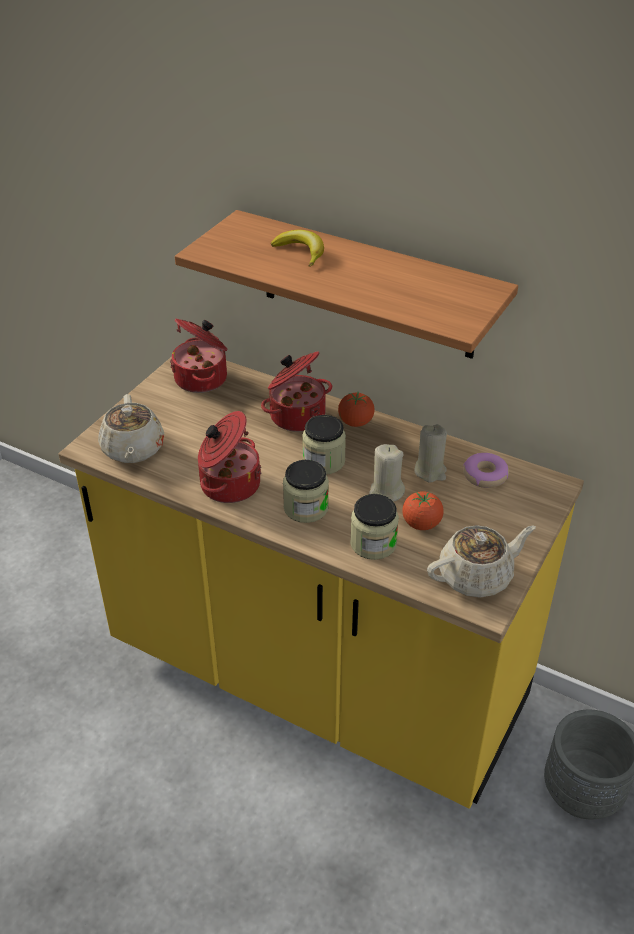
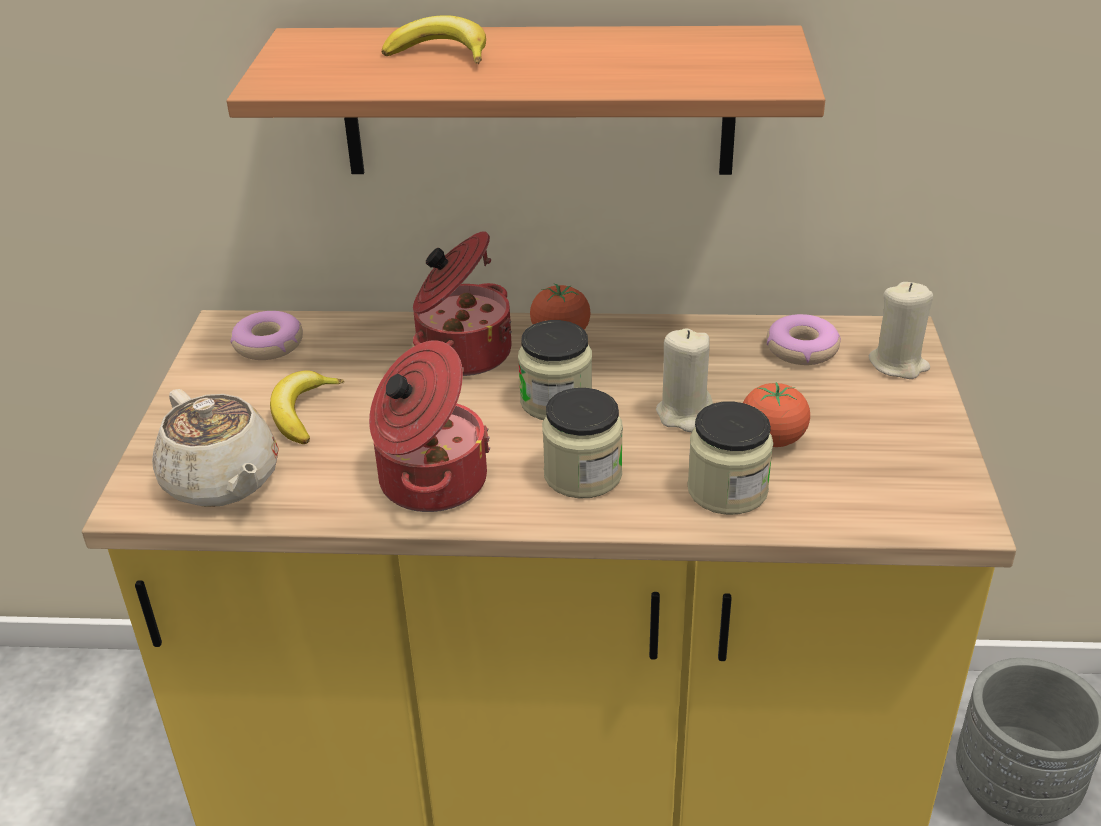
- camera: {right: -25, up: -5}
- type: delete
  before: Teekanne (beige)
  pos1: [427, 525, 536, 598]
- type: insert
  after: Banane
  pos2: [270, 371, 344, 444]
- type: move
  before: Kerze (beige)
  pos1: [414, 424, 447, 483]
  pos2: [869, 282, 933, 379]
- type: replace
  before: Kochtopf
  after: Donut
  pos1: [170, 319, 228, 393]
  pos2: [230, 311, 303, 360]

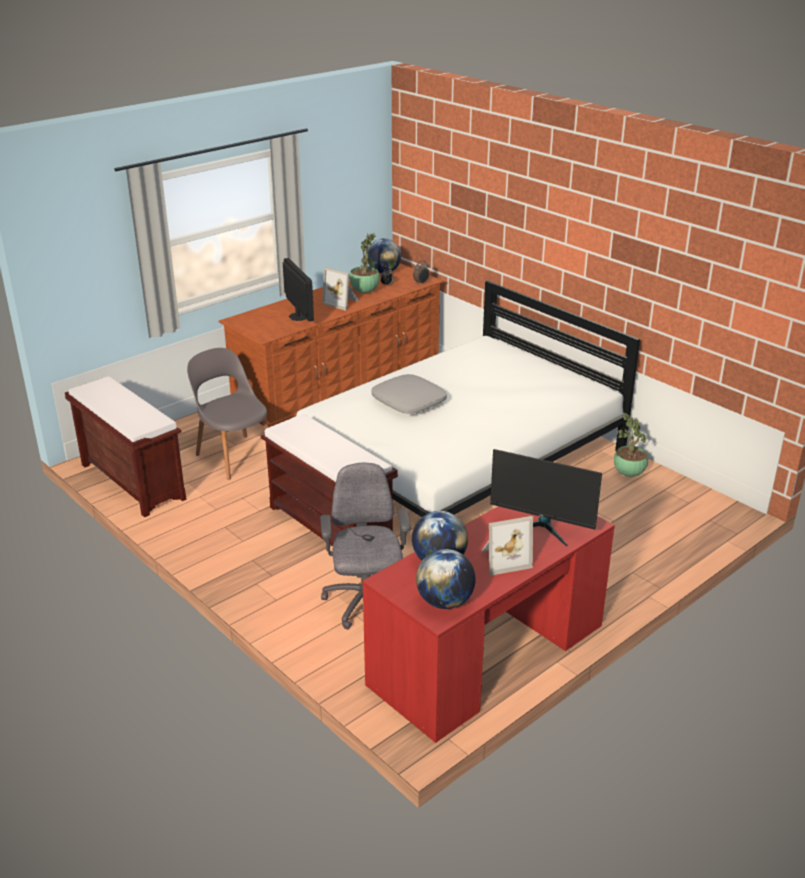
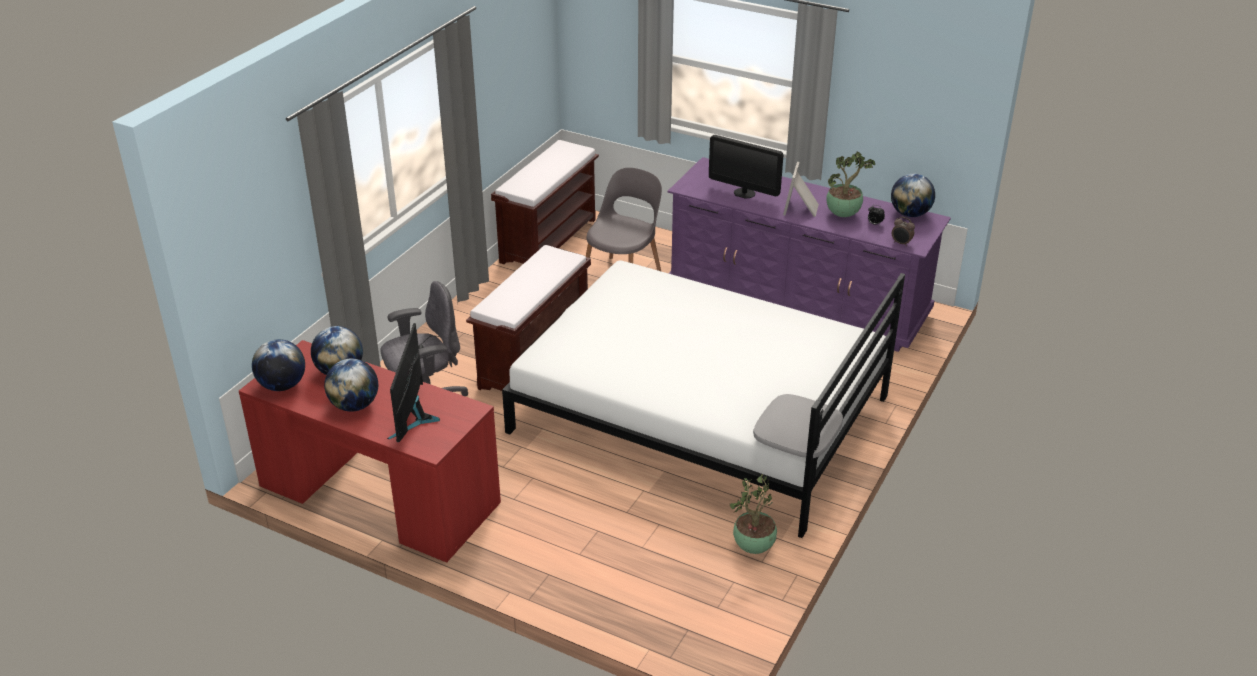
- camera: {right: 70, up: 5}
- type: move
  before: Kissen (grau)
  pos1: [372, 374, 447, 414]
  pos2: [753, 394, 843, 458]
- type: replace
  before: Bilderrahmen
  after: Globus
  pos1: [481, 516, 533, 576]
  pos2: [324, 358, 378, 412]
- type: recolor
  before: Kommode (braun)
  after: Kommode (lila)
  pos1: [218, 263, 444, 427]
  pos2: [667, 157, 951, 352]
- type: rotate
  before: Monitor
  pos1: [283, 258, 314, 322]
  pos2: [709, 135, 783, 199]
  turn: 75

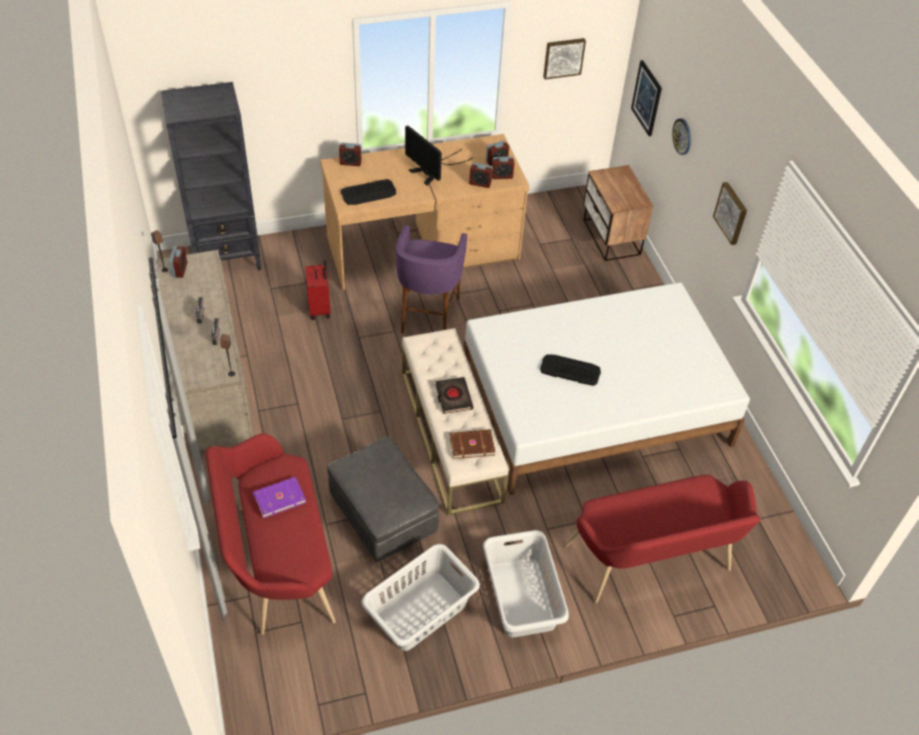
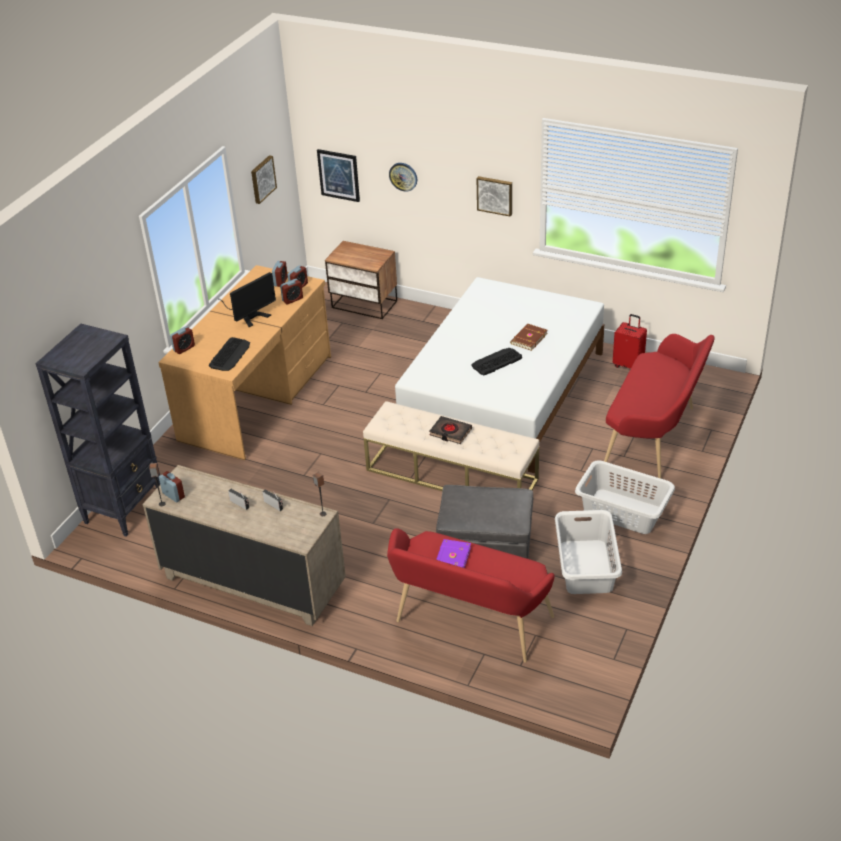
- camera: {right: -45, up: -10}
- type: delete
  before: Hocker (lila)
  pos1: [396, 225, 467, 334]
- type: move
  before: Koffer (rot)
  pos1: [305, 260, 331, 320]
  pos2: [613, 314, 647, 369]
- type: move
  before: Buch (braun)
  pos1: [449, 429, 495, 459]
  pos2: [510, 324, 548, 351]
- type: rotate
  before: Monitor
  pos1: [405, 125, 473, 186]
  pos2: [219, 272, 276, 327]
  turn: -45

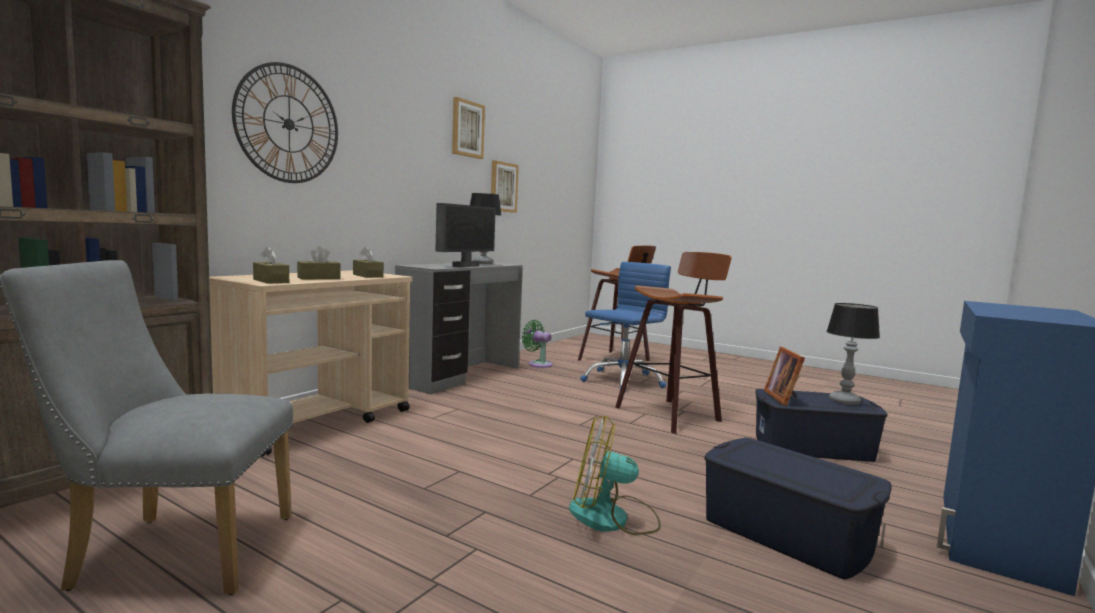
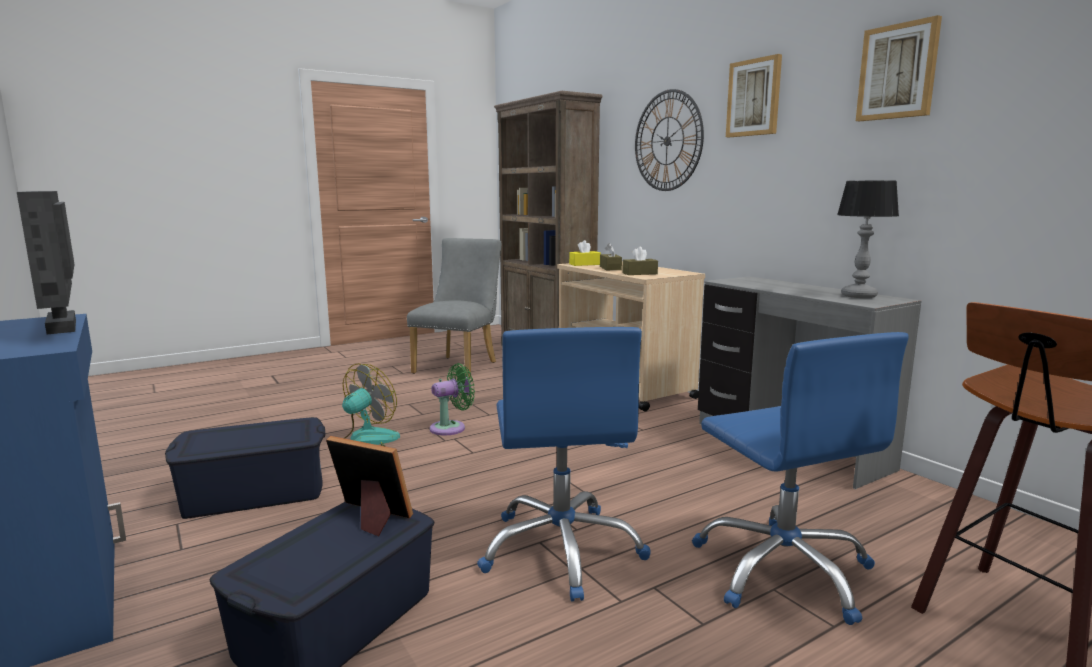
- camera: {right: 115, up: 5}
- type: delete
  before: Tischlampe
  pos1: [826, 303, 880, 405]
- type: move
  before: Monitor
  pos1: [436, 203, 496, 267]
  pos2: [17, 191, 76, 335]
- type: move
  before: Bild
  pos1: [491, 160, 519, 213]
  pos2: [726, 54, 782, 137]
- type: move
  before: Ventilator (grün)
  pos1: [522, 320, 553, 368]
  pos2: [430, 363, 475, 435]
- type: replace
  before: Hocker
  after: Bürostuhl (blau)
  pos1: [615, 252, 732, 434]
  pos2: [477, 327, 650, 601]
- type: recolor
  before: Taschentuchbox (braun)
  after: Taschentuchbox (gelb)
  pos1: [253, 246, 289, 284]
  pos2: [569, 240, 601, 266]

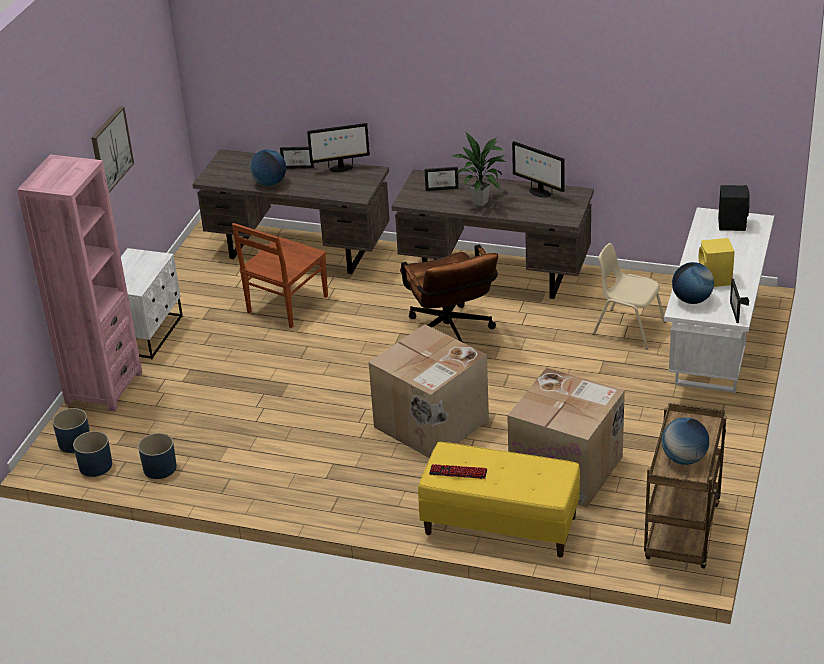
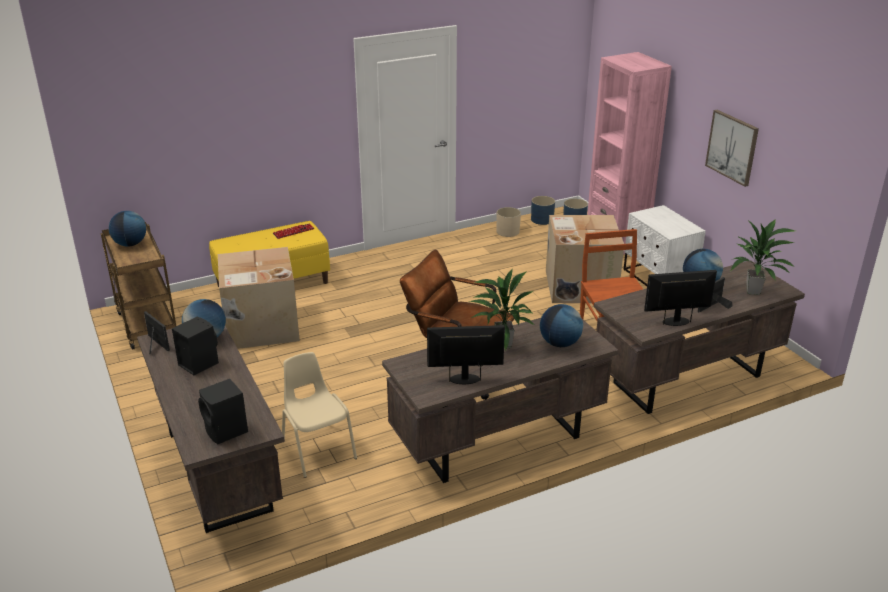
- camera: {right: 135, up: -5}
- type: insert
  after: Topfpflanze
  pos2: [730, 219, 795, 295]
- type: move
  before: Karton
  pos1: [368, 324, 489, 458]
  pos2: [546, 215, 624, 303]
- type: replace
  before: Bilderrahmen
  after: Globus
  pos1: [424, 167, 459, 191]
  pos2: [540, 304, 583, 347]
- type: recolor
  before: Pflanzkübel (blau)
  after: Pflanzkübel (beige)
  pos1: [138, 433, 177, 479]
  pos2: [496, 207, 521, 237]
- type: recolor
  before: Schreibtisch (weiß)
  after: Schreibtisch (braun)
  pos1: [664, 207, 774, 393]
  pos2: [137, 326, 285, 533]
- type: recolor
  before: Lautsprecher (gelb)
  after: Lautsprecher (schwarz)
  pos1: [699, 238, 735, 287]
  pos2: [172, 317, 219, 375]
- type: rotate
  before: Monitor
  pos1: [307, 123, 370, 172]
  pos2: [644, 270, 717, 326]
  turn: 45
- type: rotate
  before: Stuhl (beige)
  pos1: [593, 243, 666, 349]
  pos2: [282, 352, 357, 478]
  turn: -105

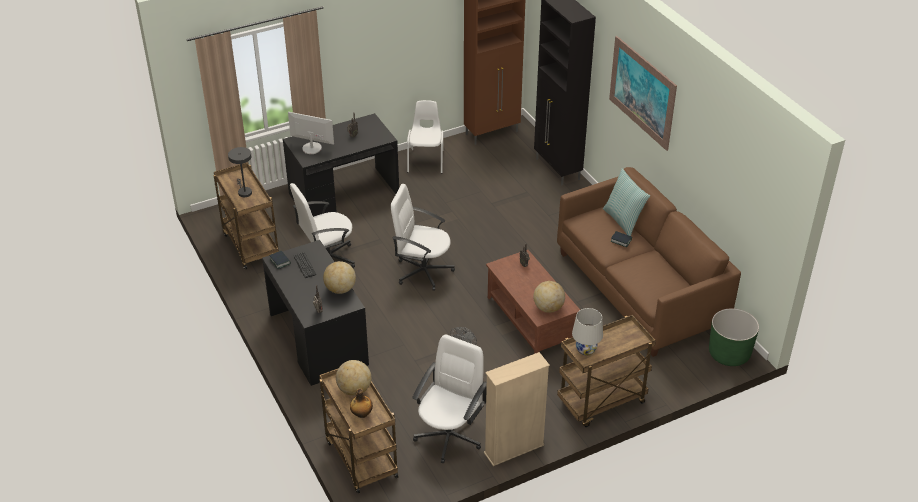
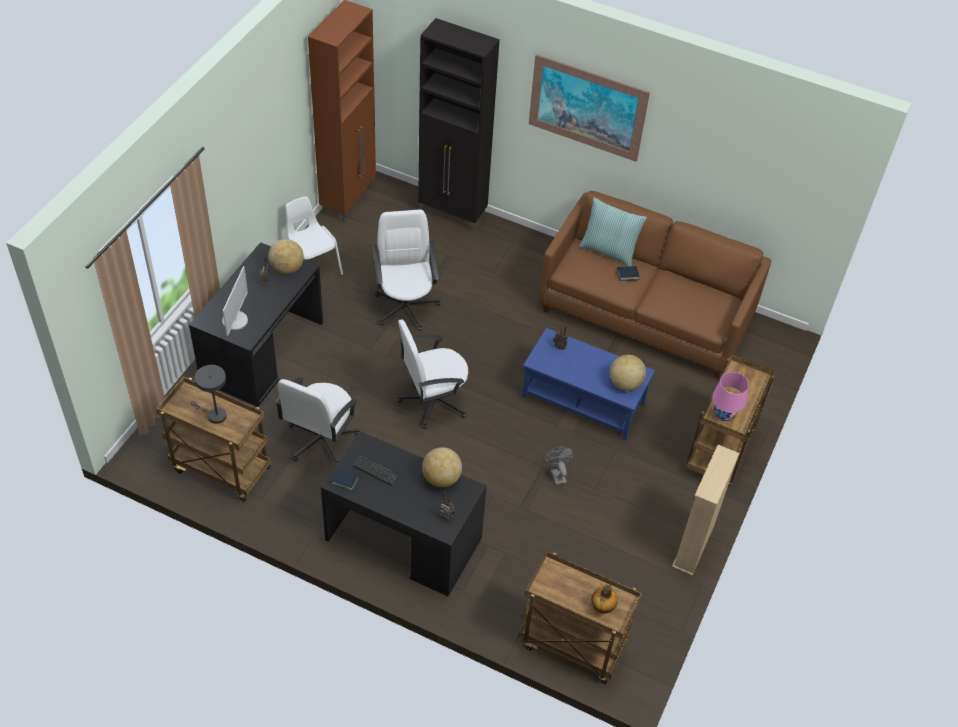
- camera: {right: -40, up: 10}
- type: delete
  before: Pflanzkübel (grün)
  pos1: [709, 308, 759, 366]
- type: move
  before: Globus
  pos1: [336, 360, 371, 396]
  pos2: [268, 239, 304, 274]
- type: move
  before: Bürostuhl (weiß)
  pos1: [412, 334, 487, 463]
  pos2: [373, 209, 440, 331]
- type: recolor
  before: Couchtisch (braun)
  after: Couchtisch (blau)
  pos1: [486, 250, 580, 354]
  pos2: [522, 328, 655, 440]
- type: recolor
  before: Tischlampe (weiß)
  after: Tischlampe (rosa)
  pos1: [572, 308, 603, 356]
  pos2: [712, 372, 749, 421]
- type: rotate
  before: Monitor
  pos1: [288, 112, 334, 154]
  pos2: [222, 266, 248, 336]
  turn: 120

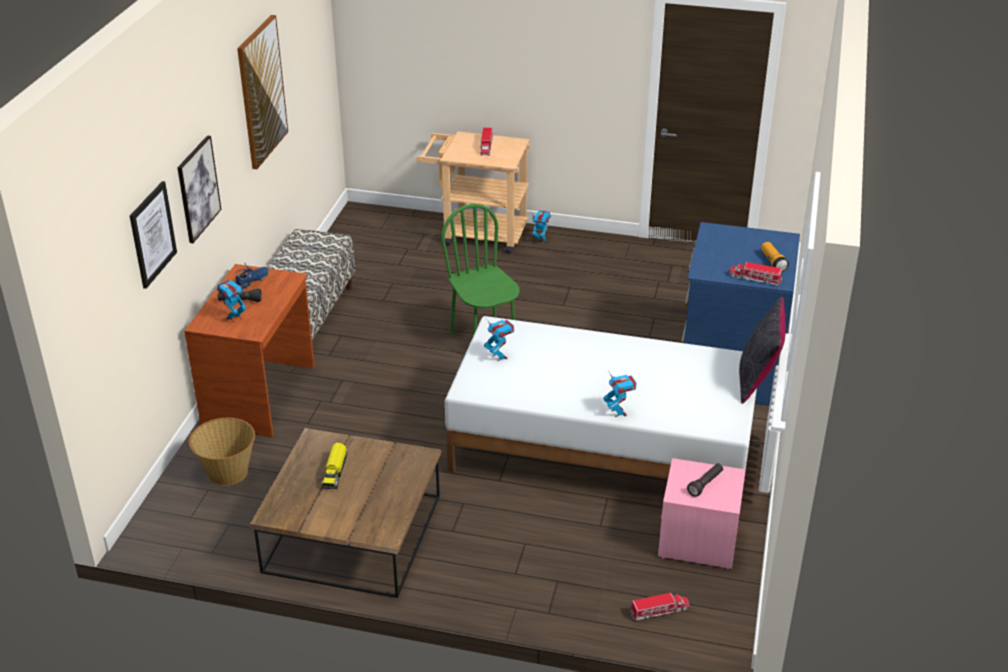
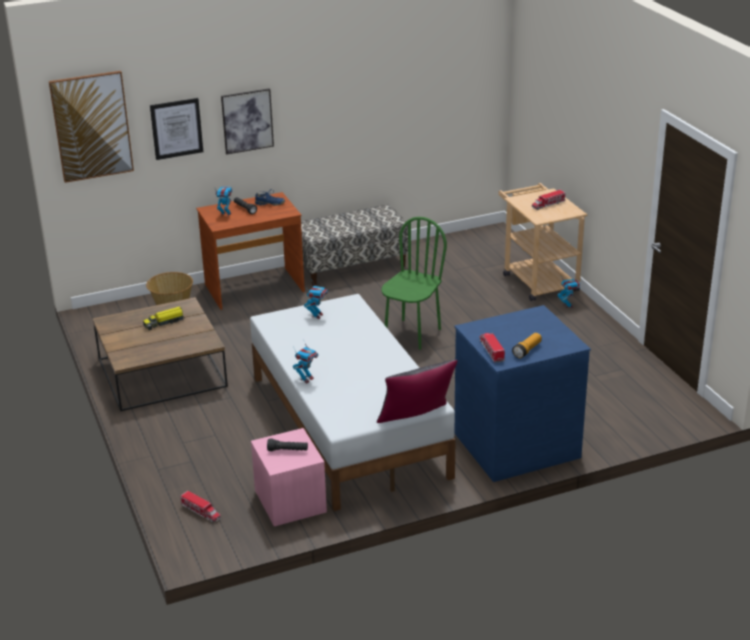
- camera: {right: 55, up: -5}
- type: move
  before: Bild
  pos1: [237, 15, 288, 170]
  pos2: [49, 71, 134, 183]

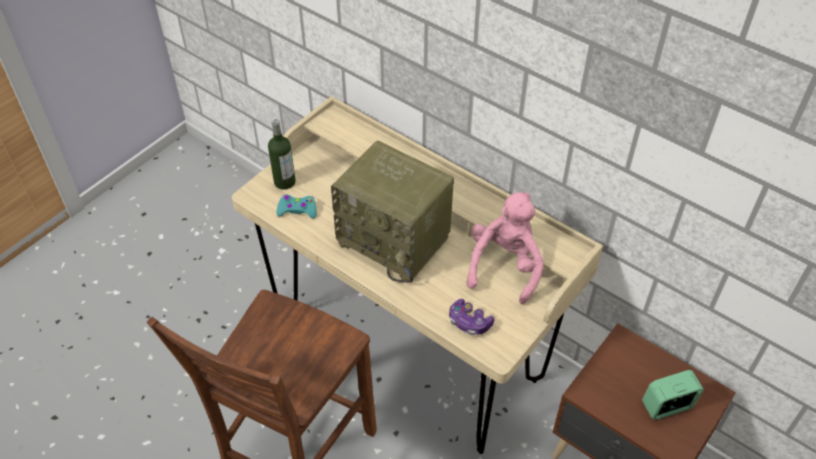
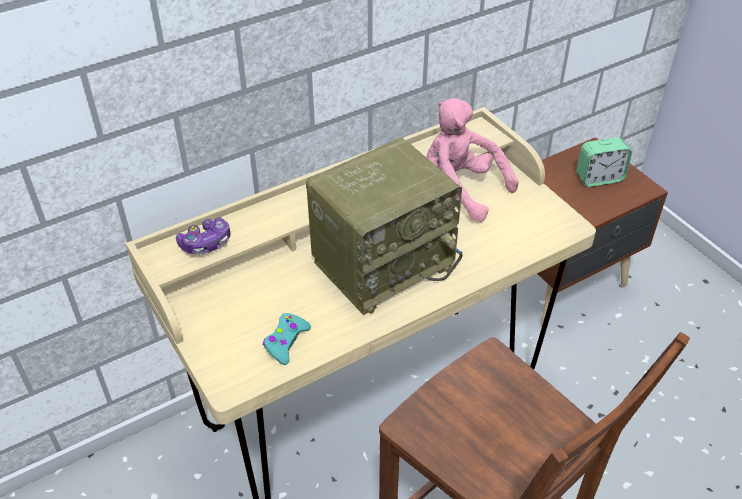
- camera: {right: -70, up: -5}
- type: delete
  before: Flasche
  pos1: [268, 119, 296, 190]
- type: move
  before: Gamepad
  pos1: [449, 299, 494, 335]
  pos2: [176, 217, 230, 255]
- type: rotate
  before: Wecker
  pos1: [642, 370, 704, 420]
  pos2: [576, 137, 632, 187]
  turn: -105

